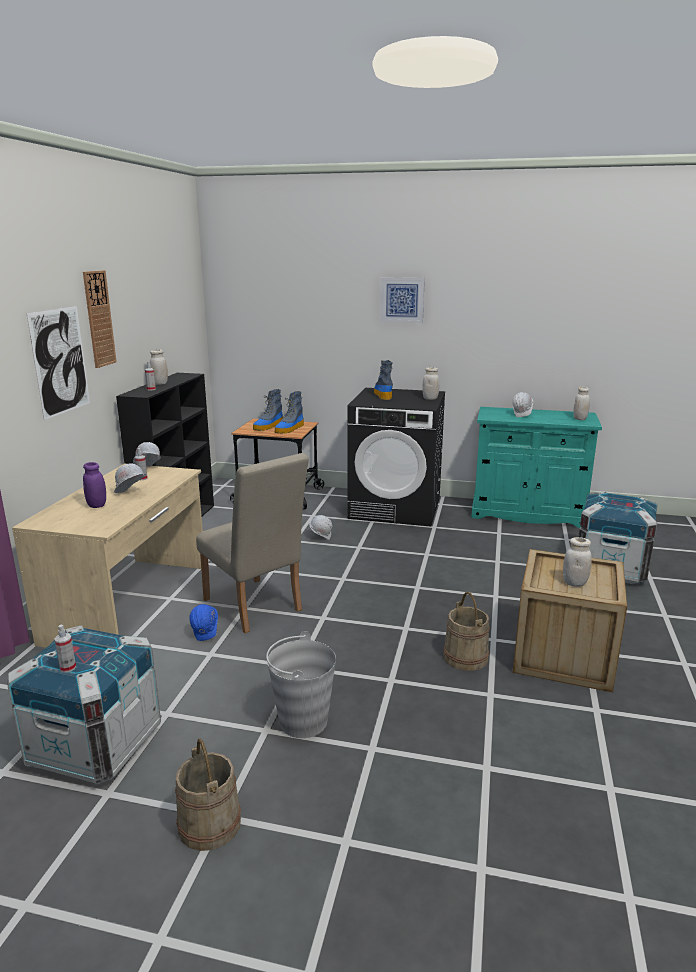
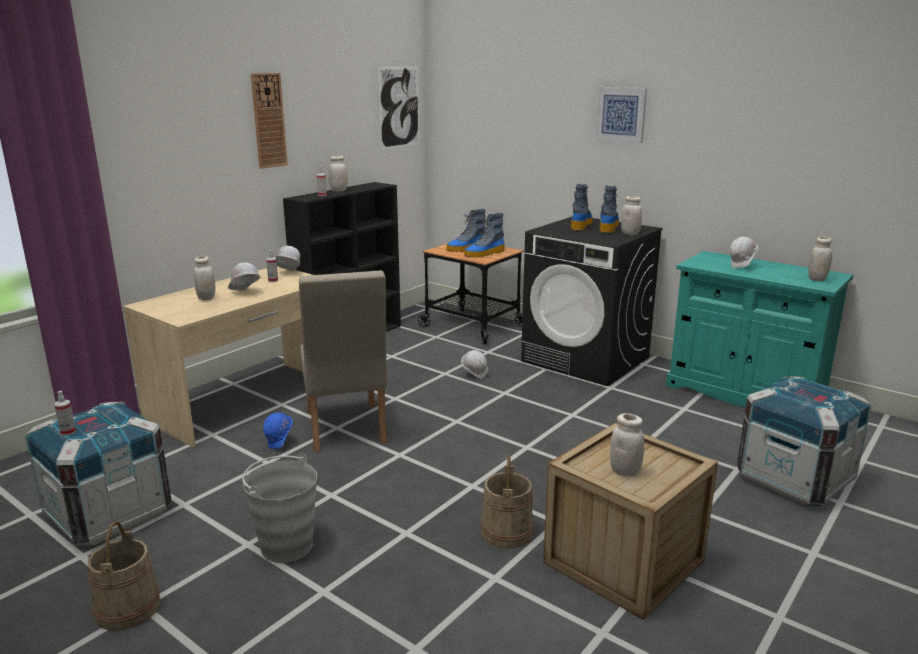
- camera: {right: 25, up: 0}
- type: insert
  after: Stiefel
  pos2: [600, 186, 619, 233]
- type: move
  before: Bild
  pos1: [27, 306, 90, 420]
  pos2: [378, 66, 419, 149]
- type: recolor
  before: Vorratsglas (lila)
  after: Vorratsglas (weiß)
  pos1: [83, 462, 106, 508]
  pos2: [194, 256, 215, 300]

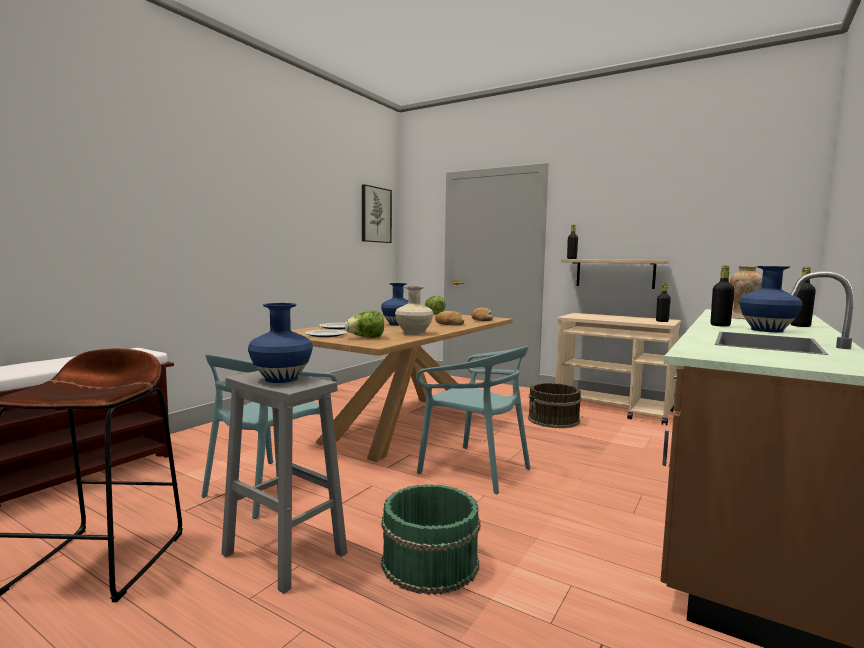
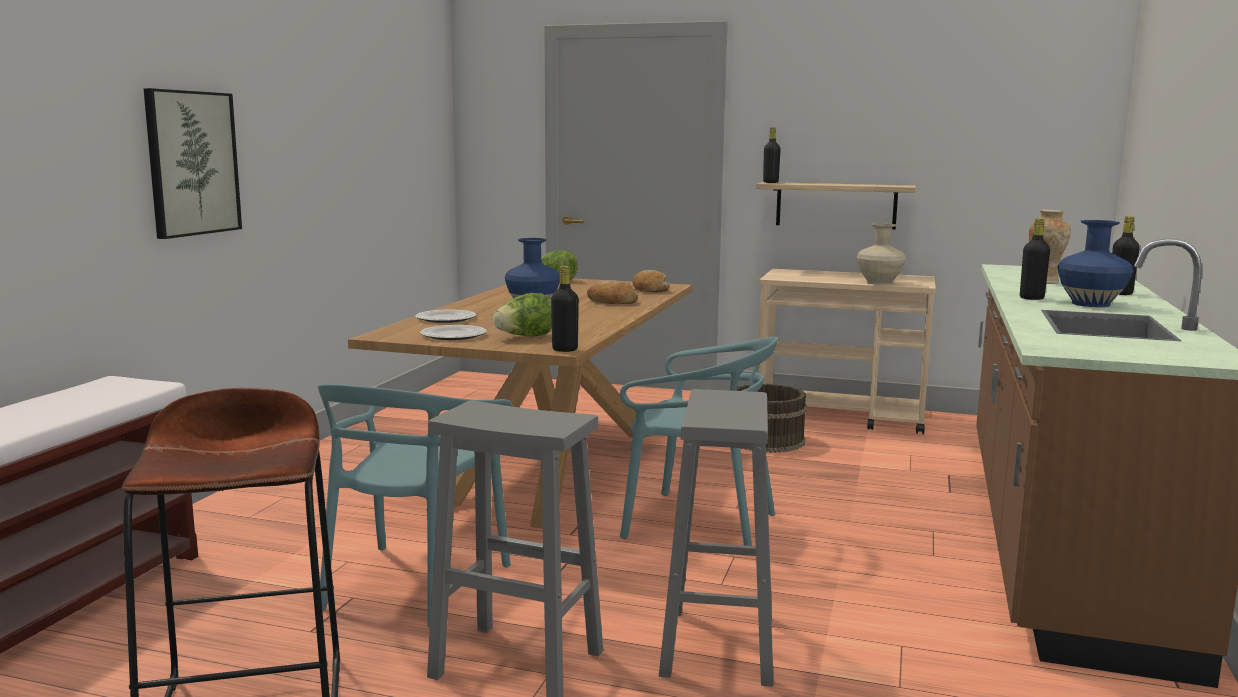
- camera: {right: -15, up: 5}
- type: delete
  before: Vase (blau)
  pos1: [248, 303, 313, 383]
- type: move
  before: Bild
  pos1: [362, 184, 392, 243]
  pos2: [144, 88, 242, 239]
- type: move
  before: Vase (beige)
  pos1: [395, 286, 434, 335]
  pos2: [856, 223, 906, 285]
- type: move
  before: Flasche (schwarz)
  pos1: [656, 283, 671, 322]
  pos2: [551, 266, 579, 352]
- type: replace
  before: Eimer (grün)
  after: Hocker (grau)
  pos1: [381, 484, 480, 595]
  pos2: [659, 389, 774, 687]

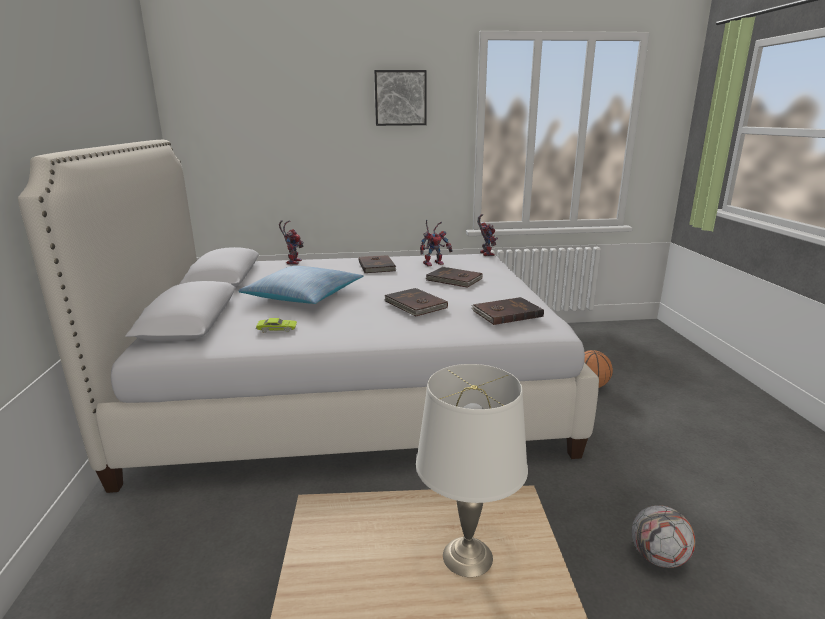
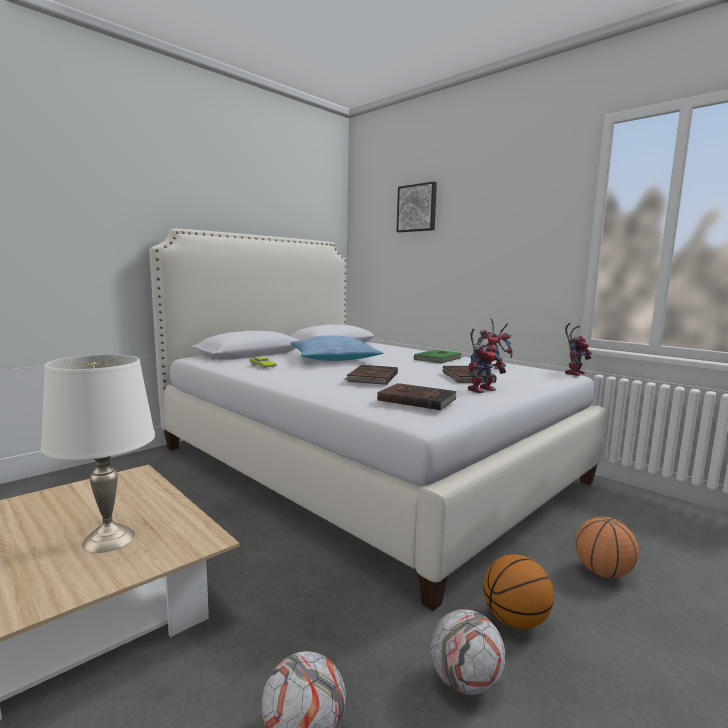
- camera: {right: 50, up: -10}
- type: insert
  after: Fußball
  pos2: [430, 609, 505, 695]
- type: insert
  after: Basketball
  pos2: [483, 554, 554, 629]
- type: move
  before: Spielzeugroboter
  pos1: [279, 220, 304, 265]
  pos2: [468, 328, 506, 393]
- type: move
  before: Bild
  pos1: [374, 70, 427, 126]
  pos2: [396, 181, 437, 232]
- type: recolor
  before: Buch (braun)
  after: Buch (grün)
  pos1: [359, 255, 396, 273]
  pos2: [414, 350, 463, 364]

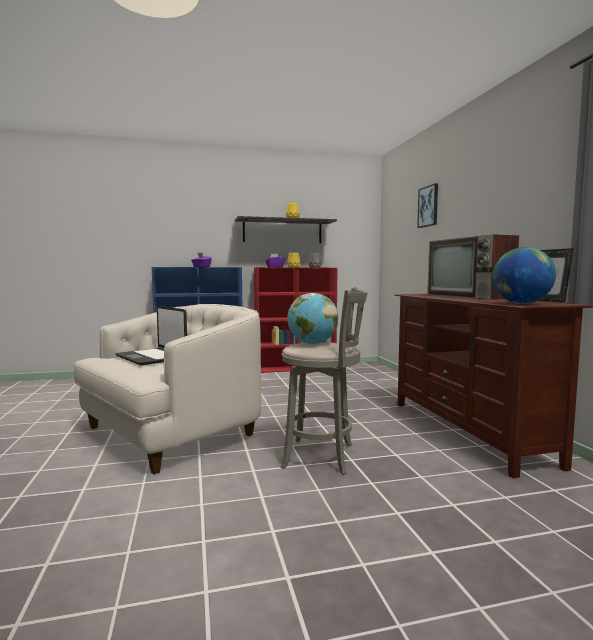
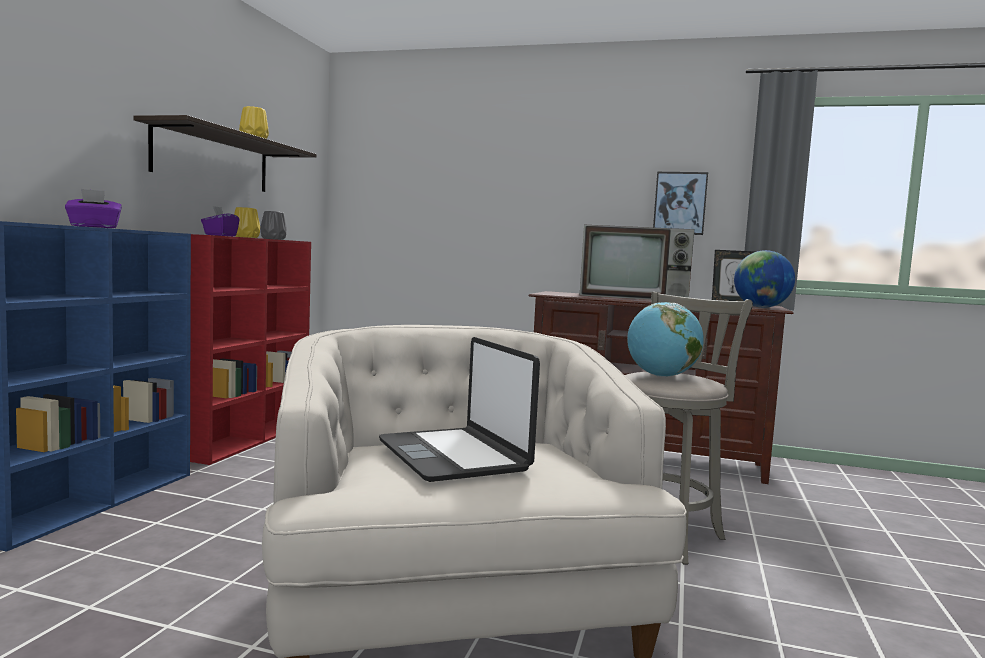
- camera: {right: -60, up: 0}
- type: move
  before: Bild
  pos1: [417, 183, 438, 228]
  pos2: [653, 172, 708, 235]
- type: rotate
  before: Laptop
  pos1: [116, 306, 187, 365]
  pos2: [379, 337, 540, 482]
  turn: 75

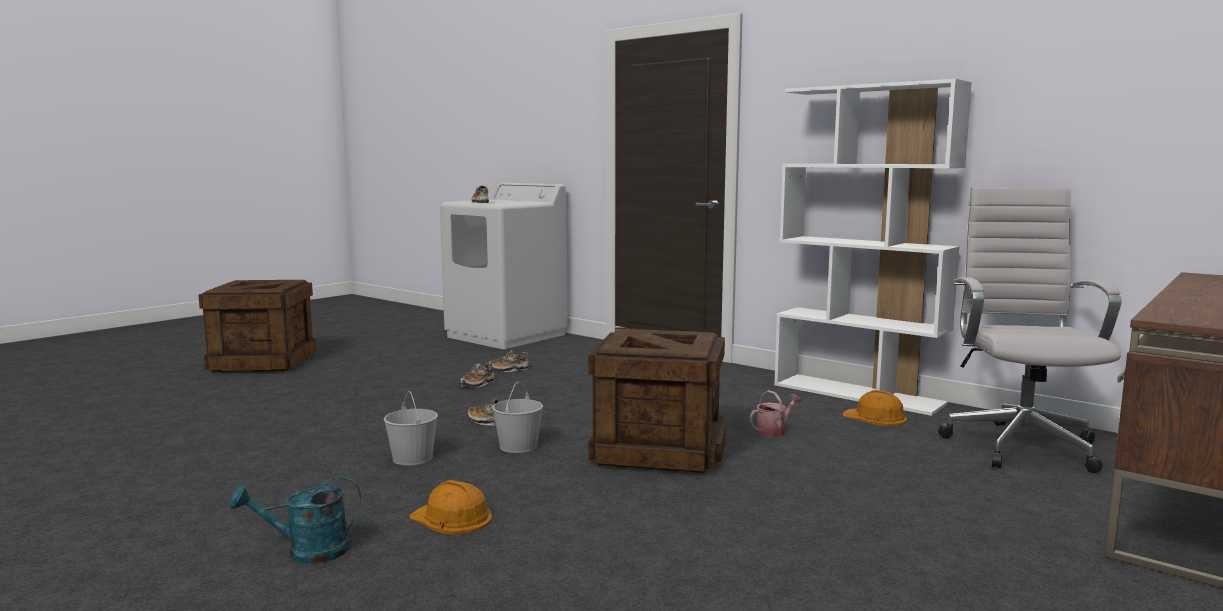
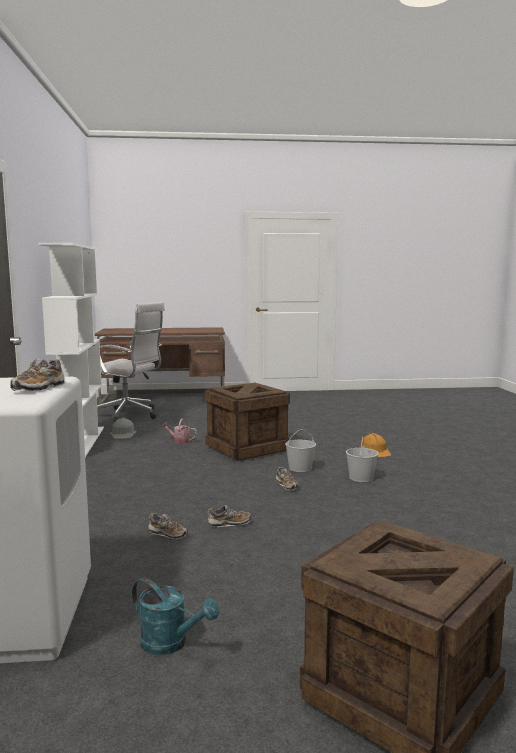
- camera: {right: -135, up: 0}
- type: move
  before: Gießkanne (türkis)
  pos1: [230, 477, 361, 564]
  pos2: [132, 578, 219, 655]
- type: recolor
  before: Schutzhelm (orange)
  after: Schutzhelm (grau)
  pos1: [843, 390, 907, 426]
  pos2: [110, 418, 136, 439]
- type: rotate
  before: Bürostuhl (weiß)
  pos1: [938, 187, 1121, 473]
  pos2: [97, 302, 165, 422]
  turn: -120

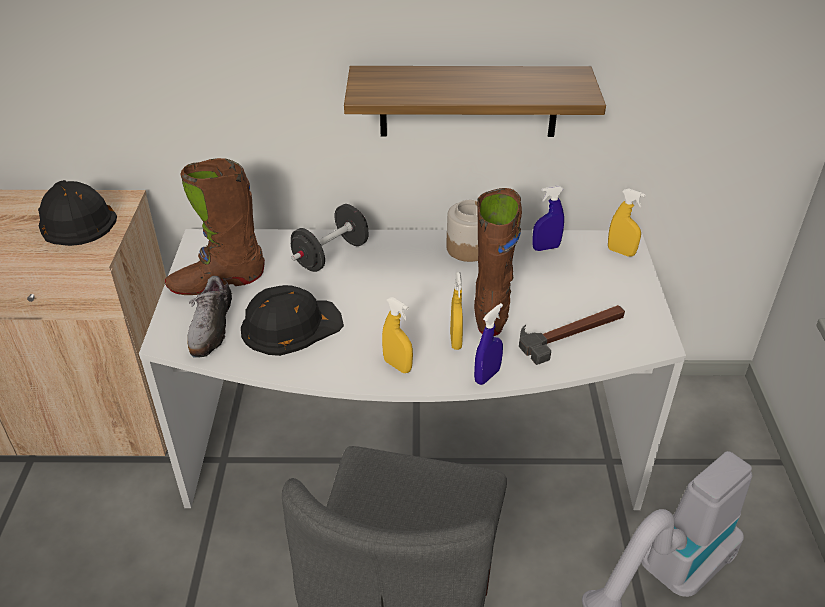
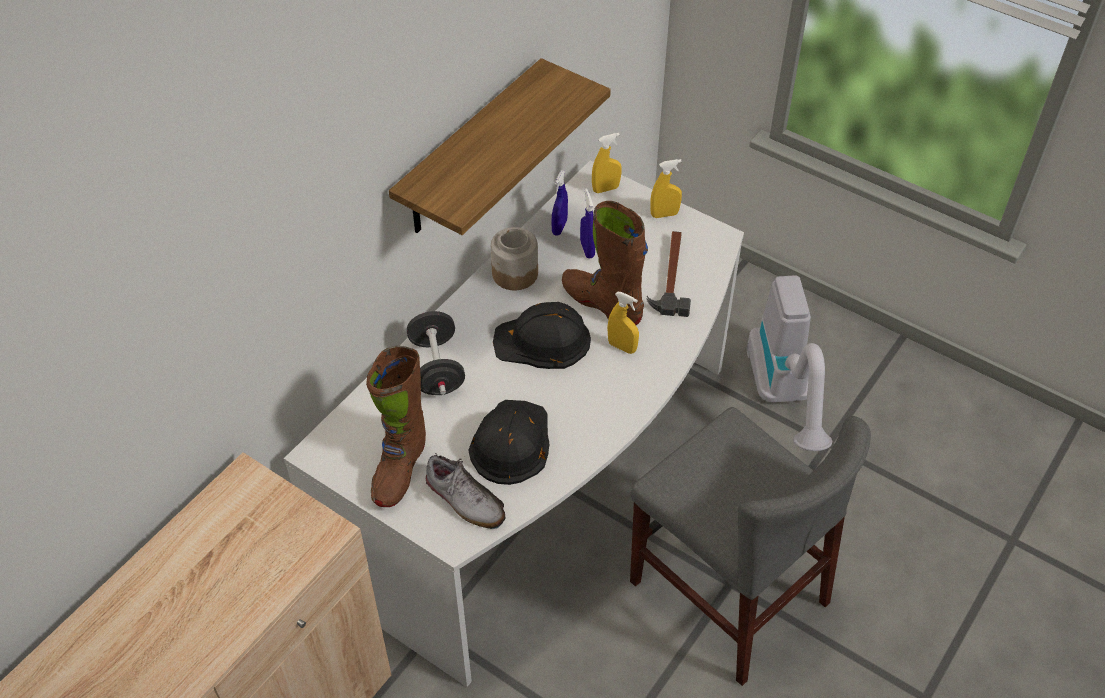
- camera: {right: -55, up: 10}
- type: move
  before: Schutzhelm (schwarz)
  pos1: [38, 180, 117, 246]
  pos2: [493, 302, 591, 369]
- type: move
  before: Sprühflasche (gelb)
  pos1: [382, 297, 413, 373]
  pos2: [650, 159, 682, 218]
- type: move
  before: Sprühflasche (blau)
  pos1: [474, 303, 503, 385]
  pos2: [580, 188, 595, 258]

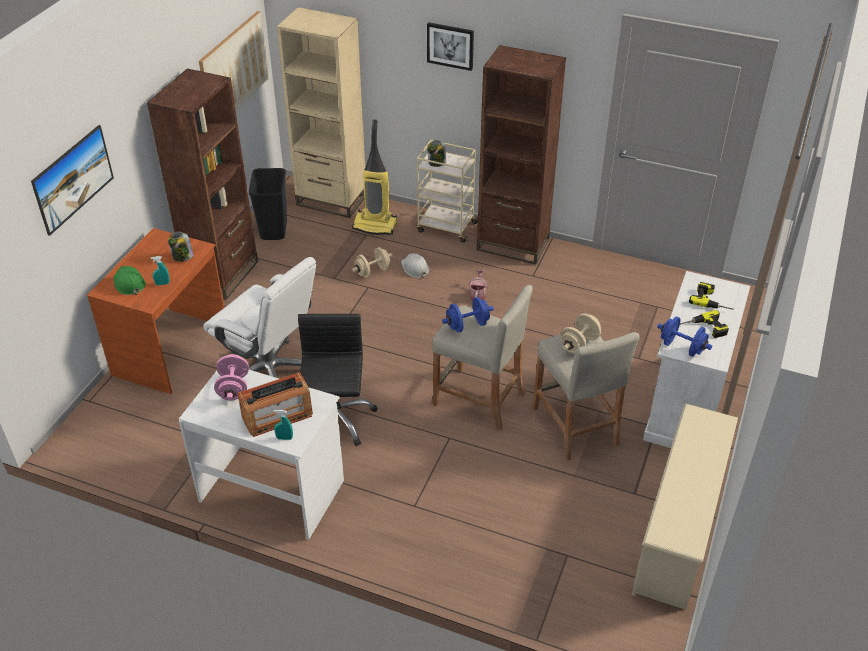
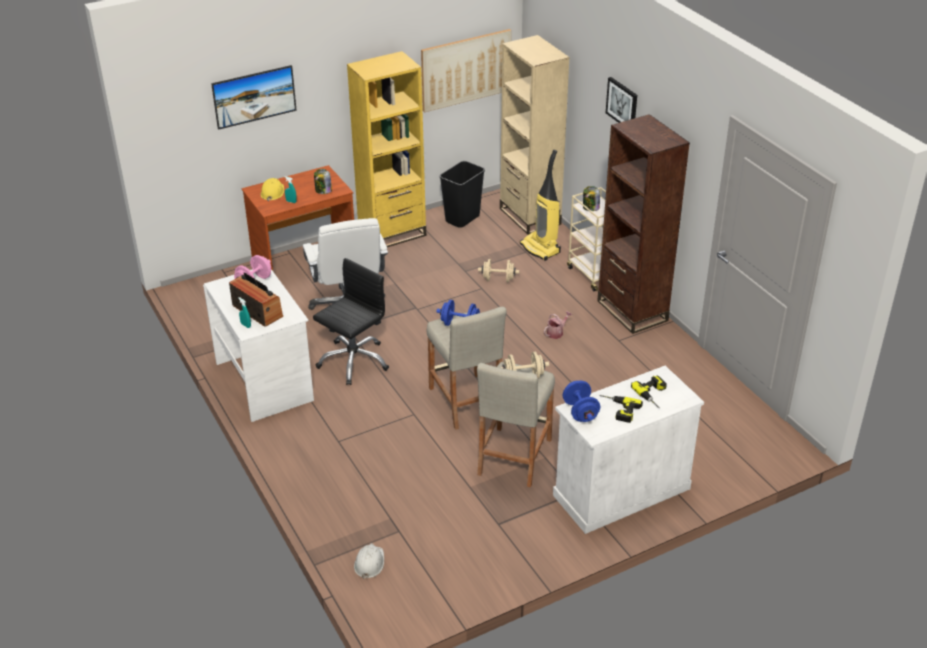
- camera: {right: 40, up: -5}
- type: delete
  before: Schuhregal (beige)
  pos1: [631, 403, 738, 610]
- type: move
  before: Schutzhelm (weiß)
  pos1: [401, 253, 429, 278]
  pos2: [354, 544, 384, 580]
- type: recolor
  before: Schutzhelm (grün)
  after: Schutzhelm (gelb)
  pos1: [114, 266, 146, 295]
  pos2: [261, 178, 284, 202]
- type: recolor
  before: Bücherregal (braun)
  after: Bücherregal (gelb)
  pos1: [147, 69, 258, 300]
  pos2: [347, 51, 426, 247]
- type: rotate
  before: Radio
  pos1: [237, 372, 313, 437]
  pos2: [229, 272, 283, 327]
  turn: -150

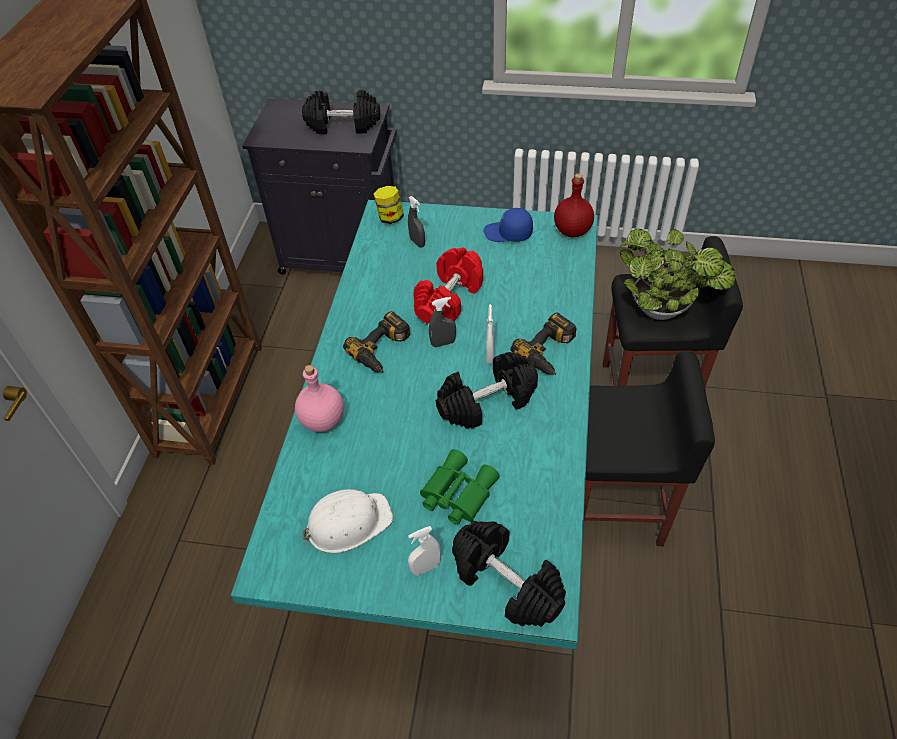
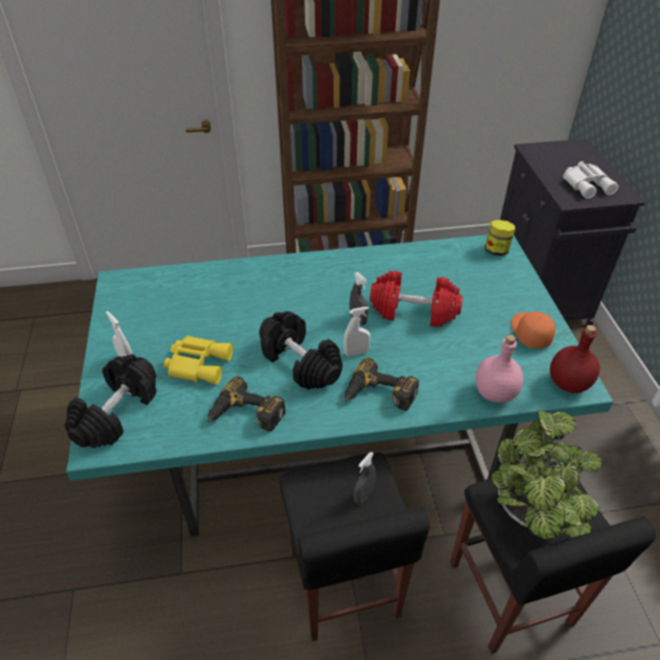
- camera: {right: 70, up: -5}
- type: delete
  before: Schutzhelm (weiß)
  pos1: [301, 489, 393, 553]
- type: move
  before: Flasche (rosa)
  pos1: [295, 365, 344, 432]
  pos2: [475, 335, 523, 403]
- type: move
  before: Bohrmaschine
  pos1: [343, 311, 410, 373]
  pos2: [208, 376, 286, 432]
- type: move
  before: Sprühflasche (grau)
  pos1: [408, 196, 425, 248]
  pos2: [354, 452, 376, 505]
- type: replace
  before: Hantel (schwarz)
  after: Fernglas (weiß)
  pos1: [302, 90, 380, 134]
  pos2: [563, 161, 619, 199]
- type: recolor
  before: Fernglas (grün)
  after: Fernglas (gelb)
  pos1: [420, 449, 500, 525]
  pos2: [164, 336, 233, 385]
- type: recolor
  before: Kappe (blau)
  after: Kappe (orange)
  pos1: [484, 208, 533, 242]
  pos2: [511, 311, 555, 348]

